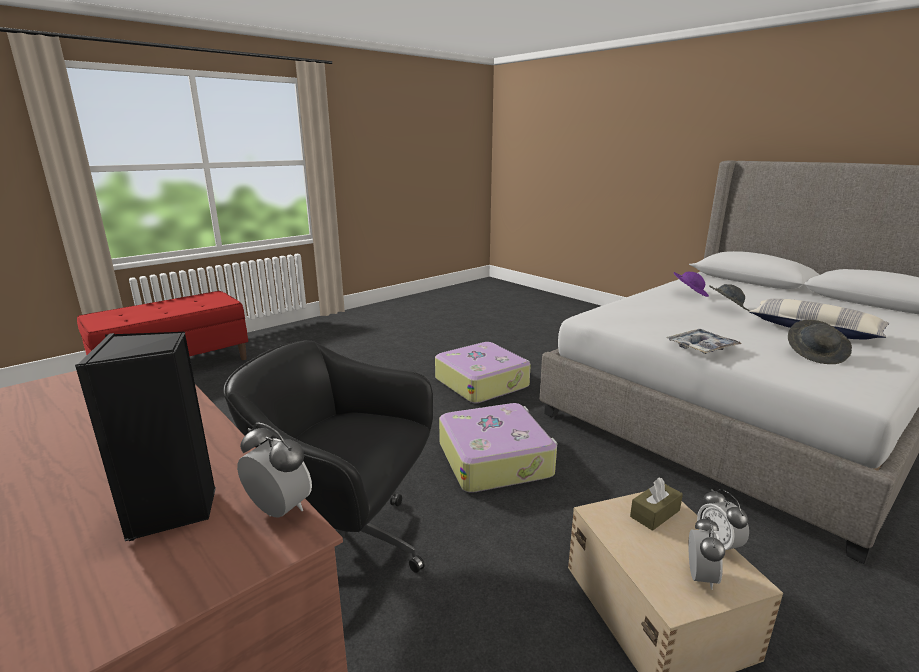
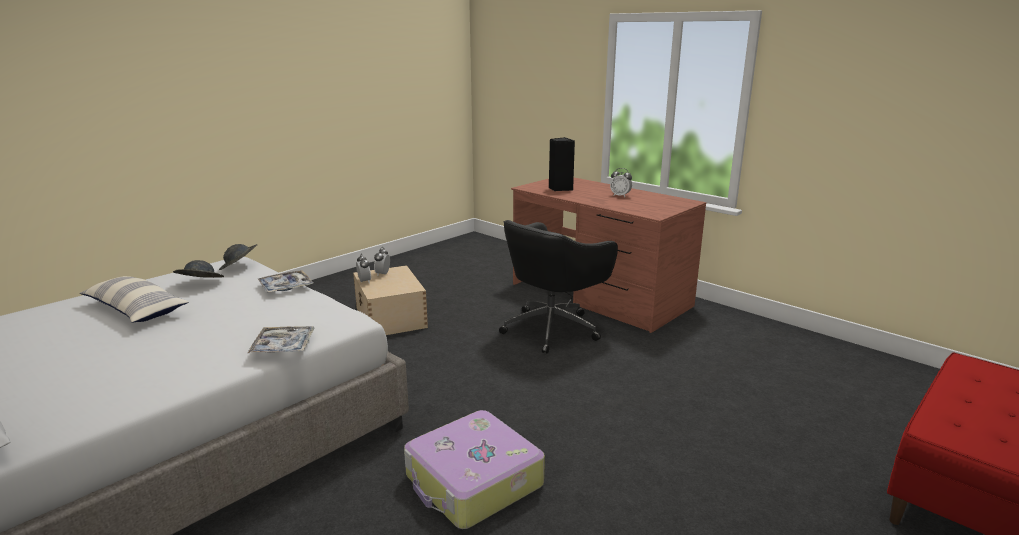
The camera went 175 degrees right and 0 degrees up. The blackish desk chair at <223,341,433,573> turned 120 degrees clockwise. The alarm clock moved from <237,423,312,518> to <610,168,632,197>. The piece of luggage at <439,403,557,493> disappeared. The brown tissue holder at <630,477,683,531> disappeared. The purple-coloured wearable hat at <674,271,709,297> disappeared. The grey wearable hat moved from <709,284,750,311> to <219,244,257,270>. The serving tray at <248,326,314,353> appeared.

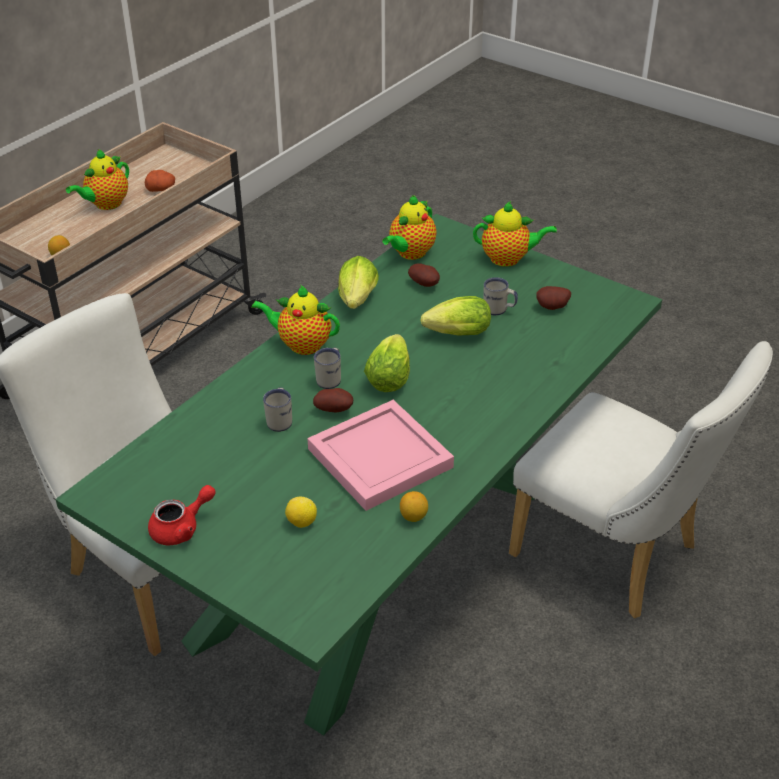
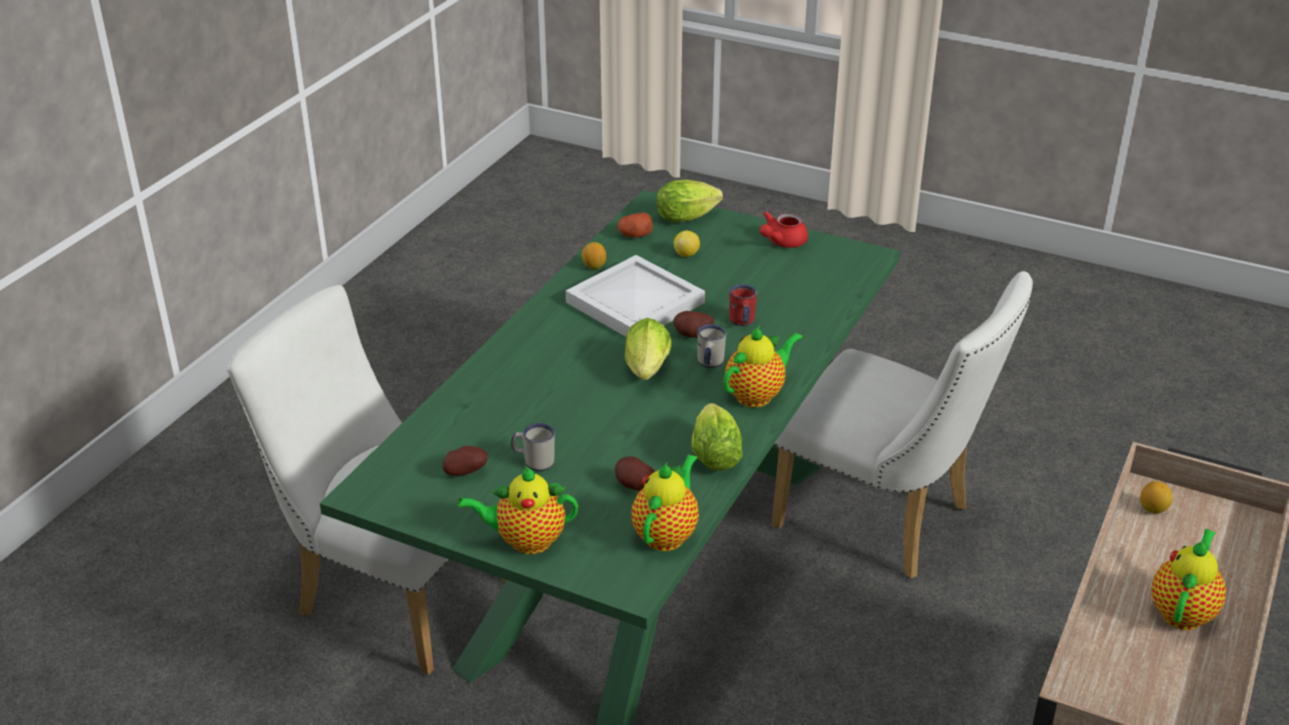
The camera went 170 degrees right and 5 degrees down. The spud moved from <145,170,175,192> to <617,213,653,238>. The tea pot at <251,285,340,355> turned 45 degrees counterclockwise. The white coffee mug at <263,388,292,432> became the reddish coffee mug at <729,284,757,326>. The pinkish serving tray at <307,400,454,511> became the white serving tray at <566,255,705,337>. The head of lettuce moved from <420,296,491,335> to <656,180,723,222>.

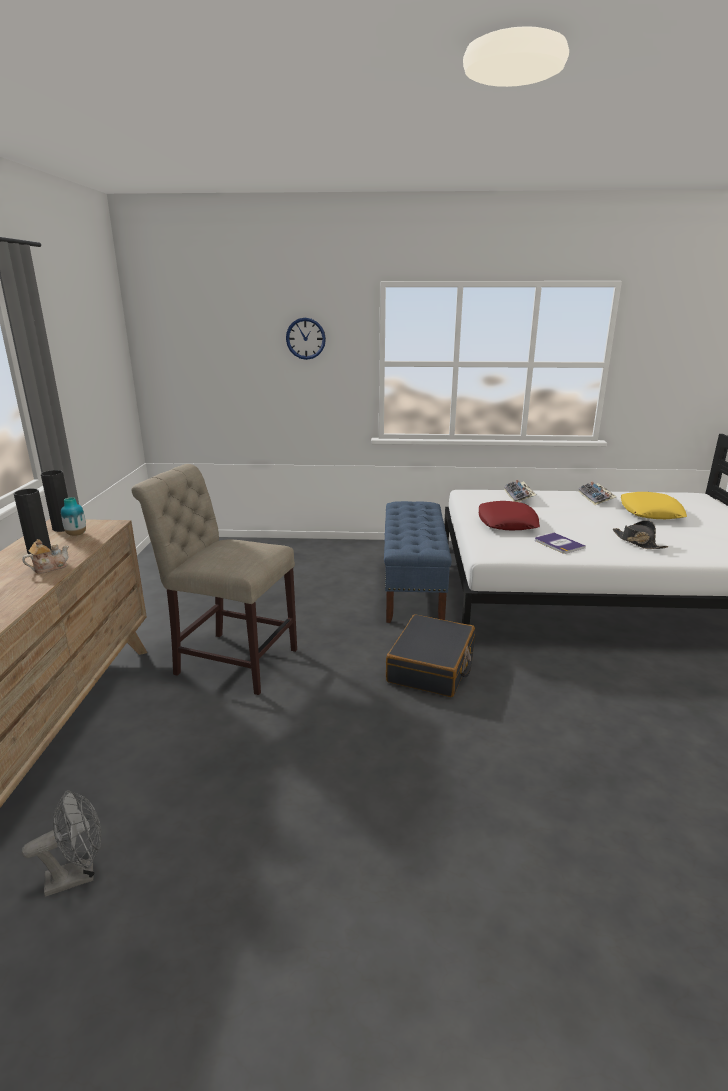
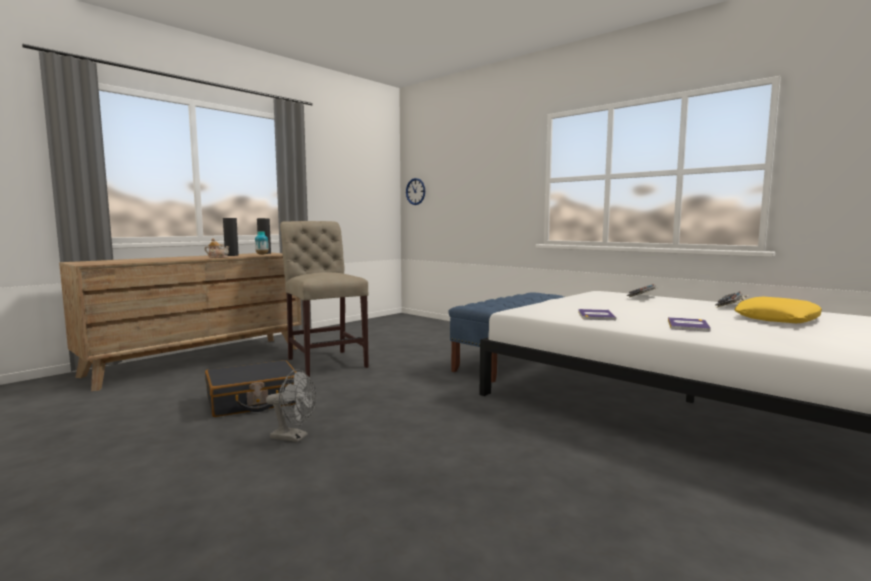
The camera went 40 degrees right and 15 degrees down. The grey fan moved from <22,790,101,897> to <266,369,317,442>. The clock on the wall moved from <286,318,326,360> to <406,178,425,205>. The blackish piece of luggage moved from <386,614,475,697> to <205,360,296,417>. The reddish throw pillow at <479,501,540,530> disappeared. The blackish wearable hat at <612,521,668,549> was replaced by the volume at <668,317,711,332>.

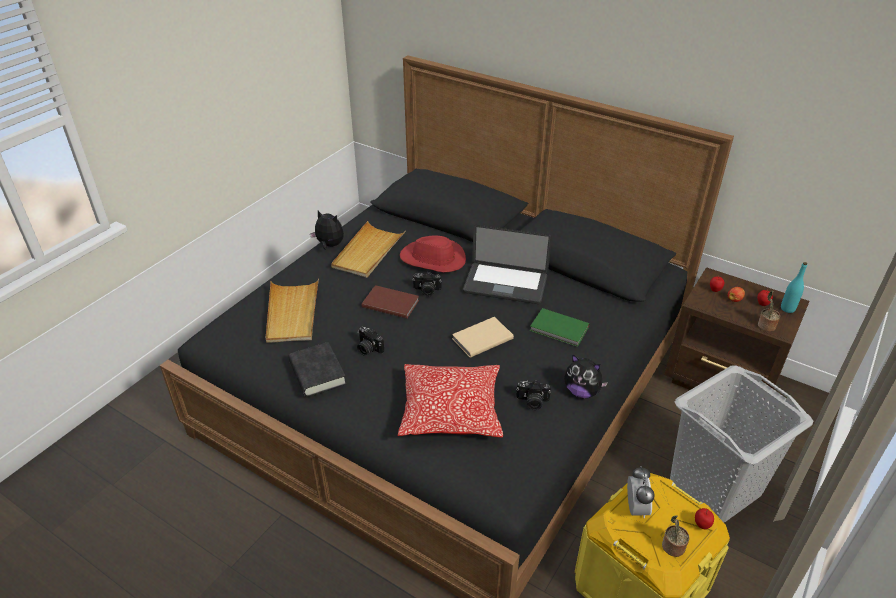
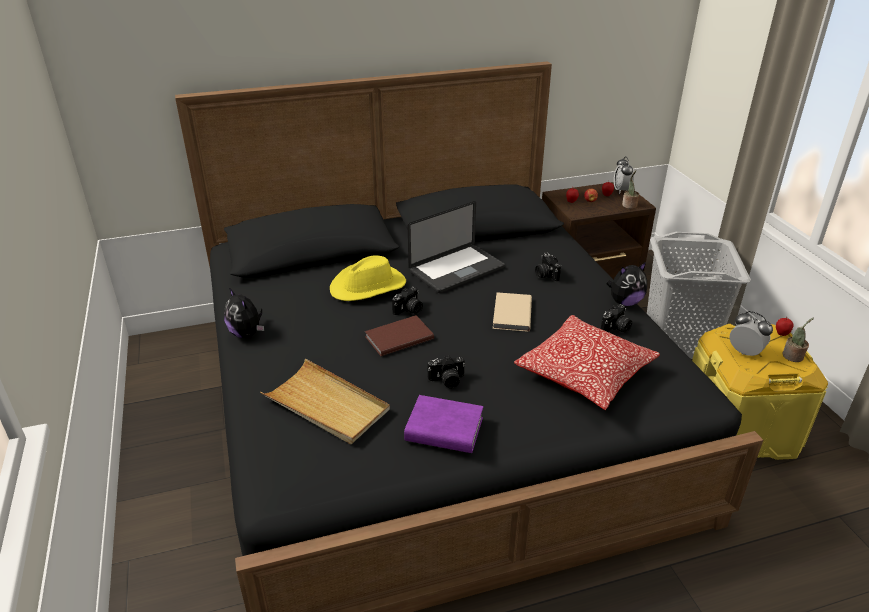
The camera went 50 degrees left and 5 degrees down. The blackish volume at <288,342,347,397> became the purple-coloured volume at <404,395,483,453>. The soft toy at <310,211,344,250> turned 105 degrees counterclockwise. The sand-coloured serving tray at <331,221,405,278> disappeared. The reddish wearable hat at <400,236,466,273> became the yellowish wearable hat at <330,255,406,301>. The green volume at <530,308,590,347> was replaced by the photo camera at <535,252,561,281>. The turquoise bottle at <781,262,807,313> was replaced by the alarm clock at <614,157,634,194>.

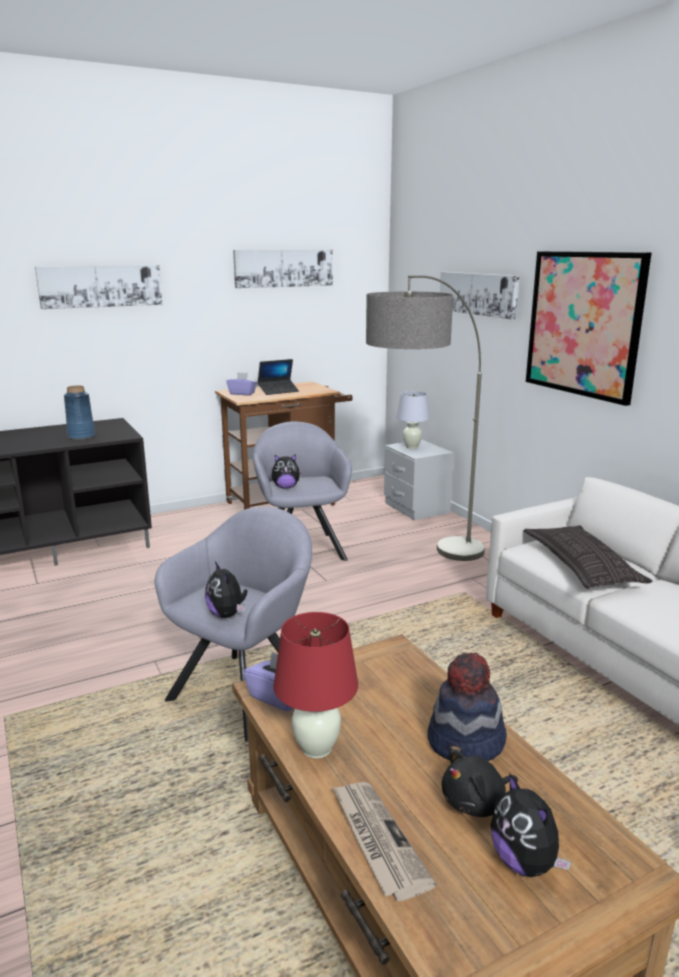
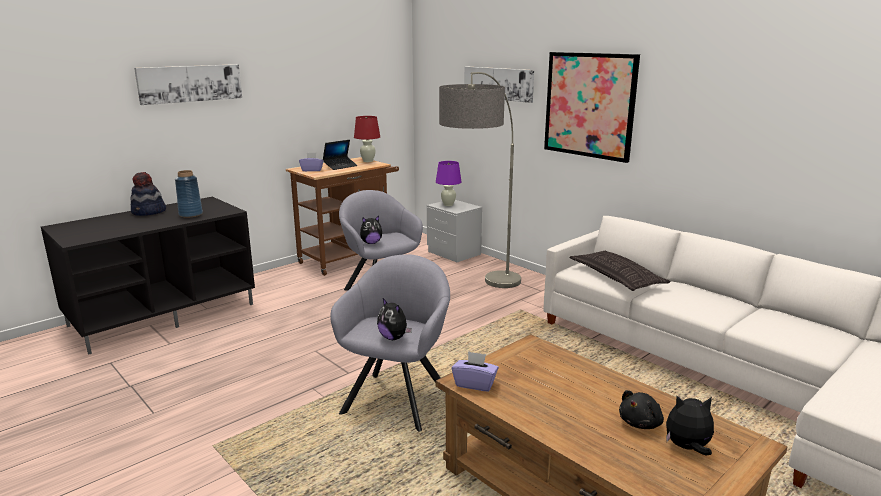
The camera went 15 degrees left and 0 degrees up. The wall picture at <233,250,333,288> disappeared. The reddish tabletop lamp moved from <273,612,358,759> to <354,116,380,162>. The newspaper at <333,782,436,901> disappeared. The white tabletop lamp at <397,391,430,449> became the purple-coloured tabletop lamp at <436,161,461,206>. The wearable hat moved from <427,653,507,761> to <131,172,166,216>. The soft toy at <491,773,571,877> turned 135 degrees clockwise.

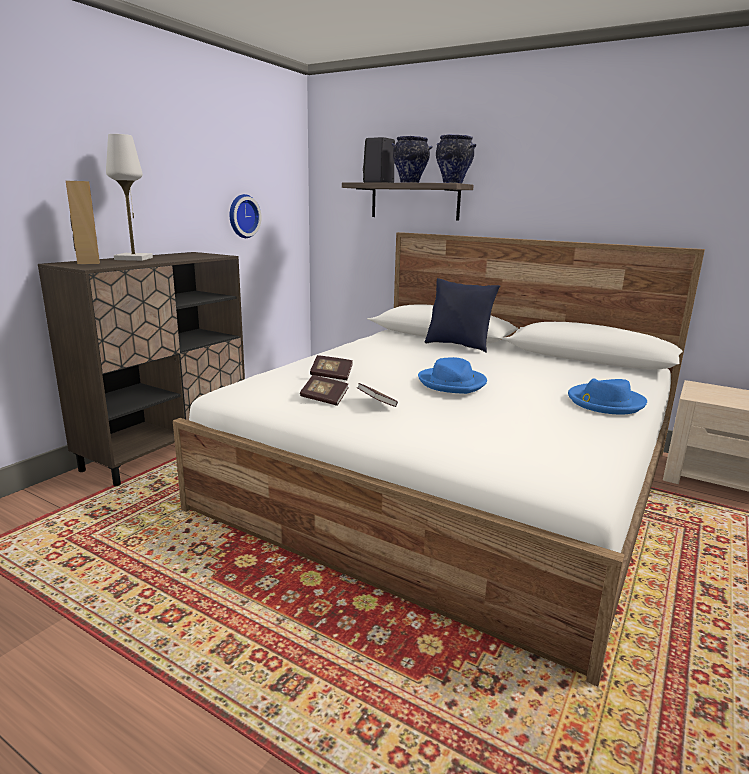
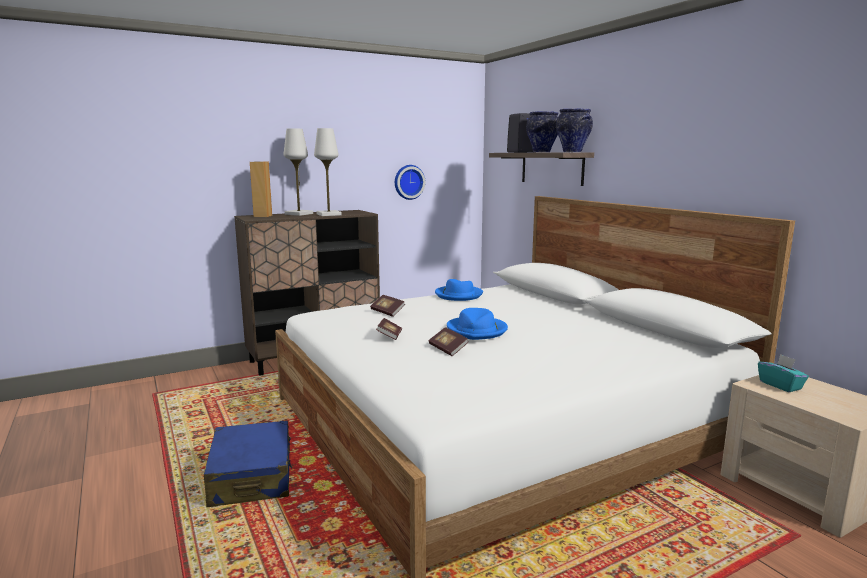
The camera went 30 degrees right and 5 degrees down. The volume moved from <300,375,349,406> to <429,327,468,356>. The blue throw pillow at <425,278,500,352> disappeared. The blue wearable hat moved from <568,378,647,415> to <435,279,483,301>. The blue piece of luggage at <204,420,292,507> appeared. The white tabletop lamp at <314,128,342,216> appeared. The turquoise tissue holder at <758,354,809,392> appeared.

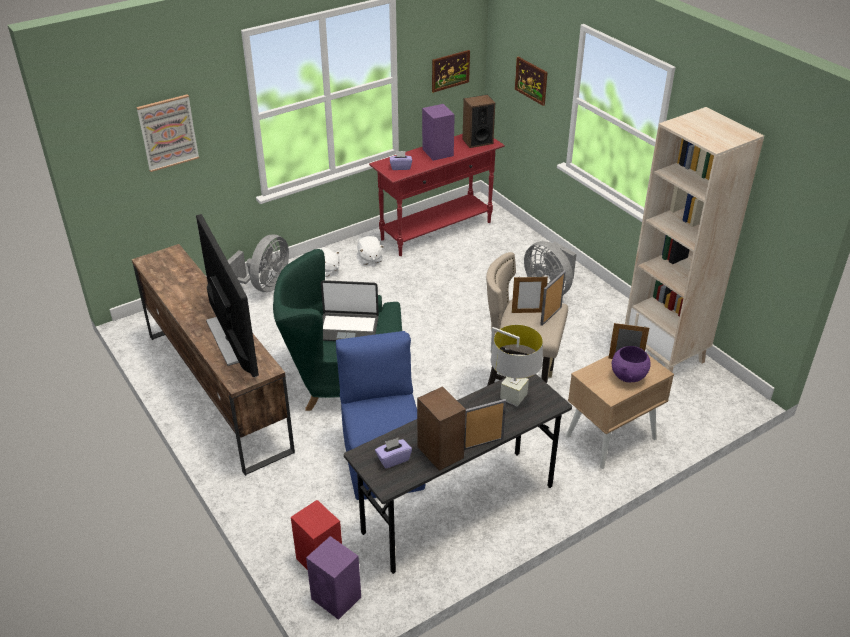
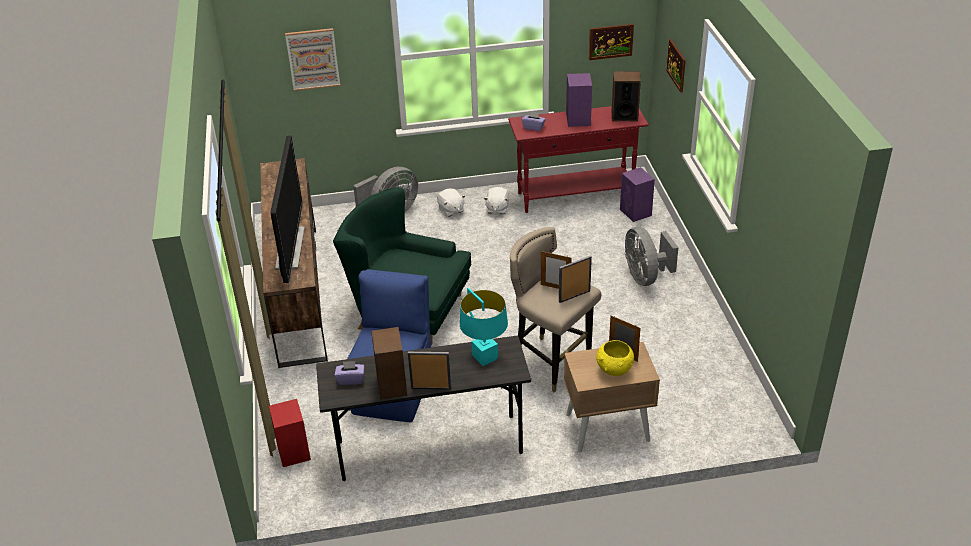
The camera went 25 degrees right and 0 degrees up. The purple-coloured speaker moved from <306,536,361,620> to <620,167,655,222>. The portable computer at <321,280,379,341> disappeared. The grey tabletop lamp at <491,325,543,406> became the turquoise tabletop lamp at <460,287,508,366>. The purple-coloured serving bowl at <612,346,651,382> became the yellowish serving bowl at <596,340,634,376>. The sand-coloured shelving unit at <625,107,764,372> disappeared.

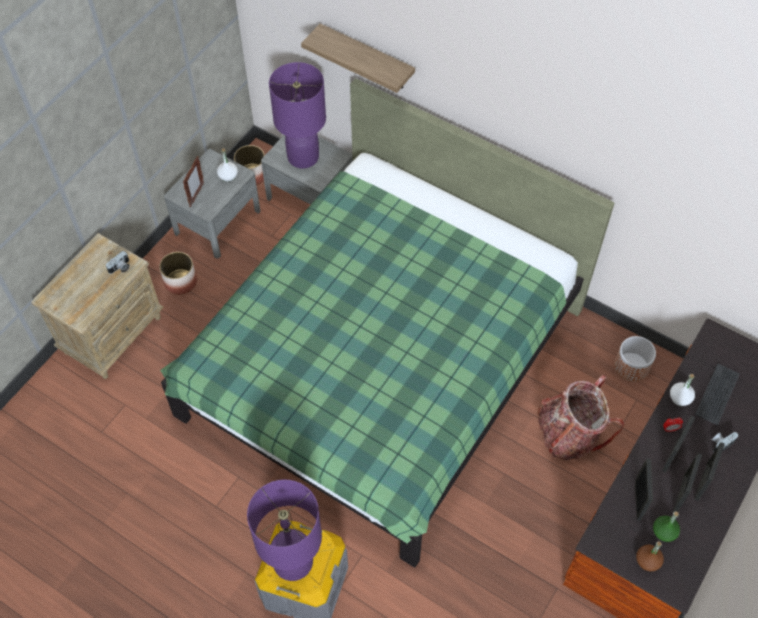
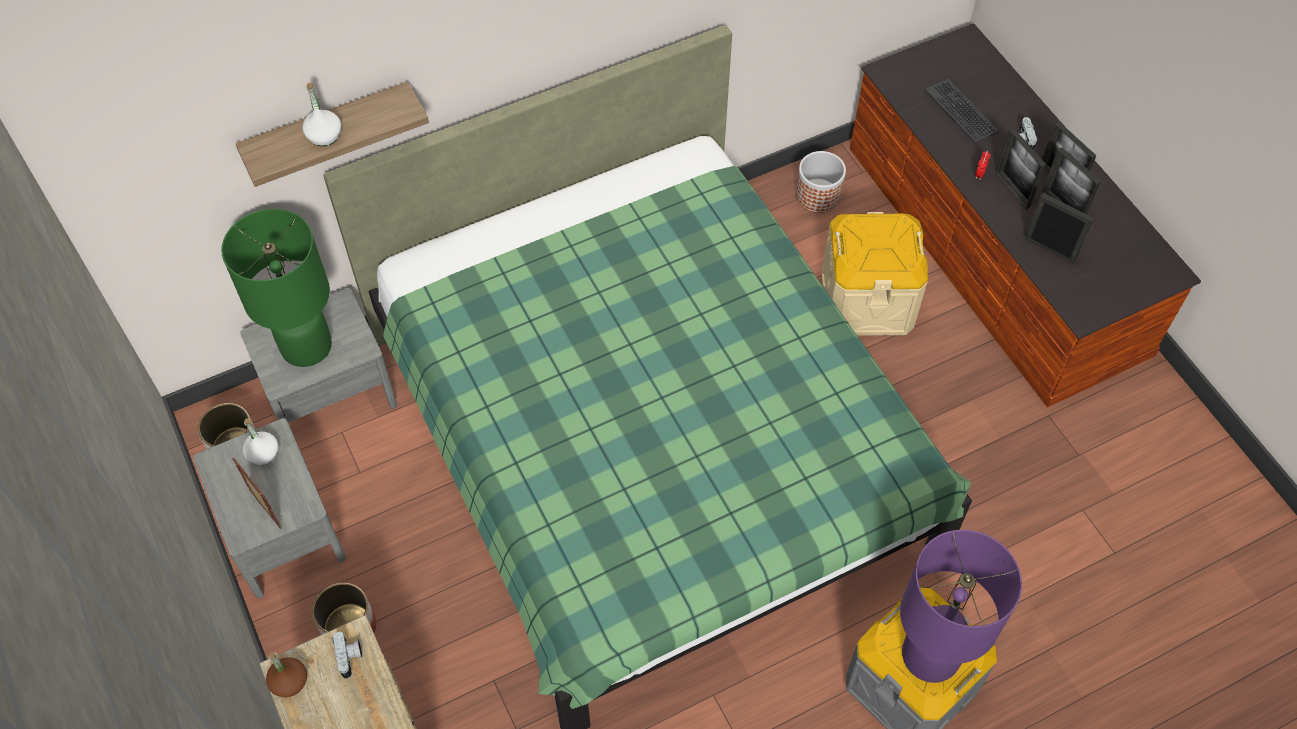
The camera went 60 degrees left and 0 degrees up. The purple-coloured tabletop lamp at <269,62,326,168> became the green tabletop lamp at <221,209,332,367>. The knapsack at <538,375,624,460> was replaced by the sand-coloured storage bin at <821,212,928,336>. The brown bottle moved from <636,541,664,571> to <266,652,307,697>. The green bottle at <653,512,680,542> disappeared. The white bottle moved from <670,374,695,406> to <302,83,341,146>.

